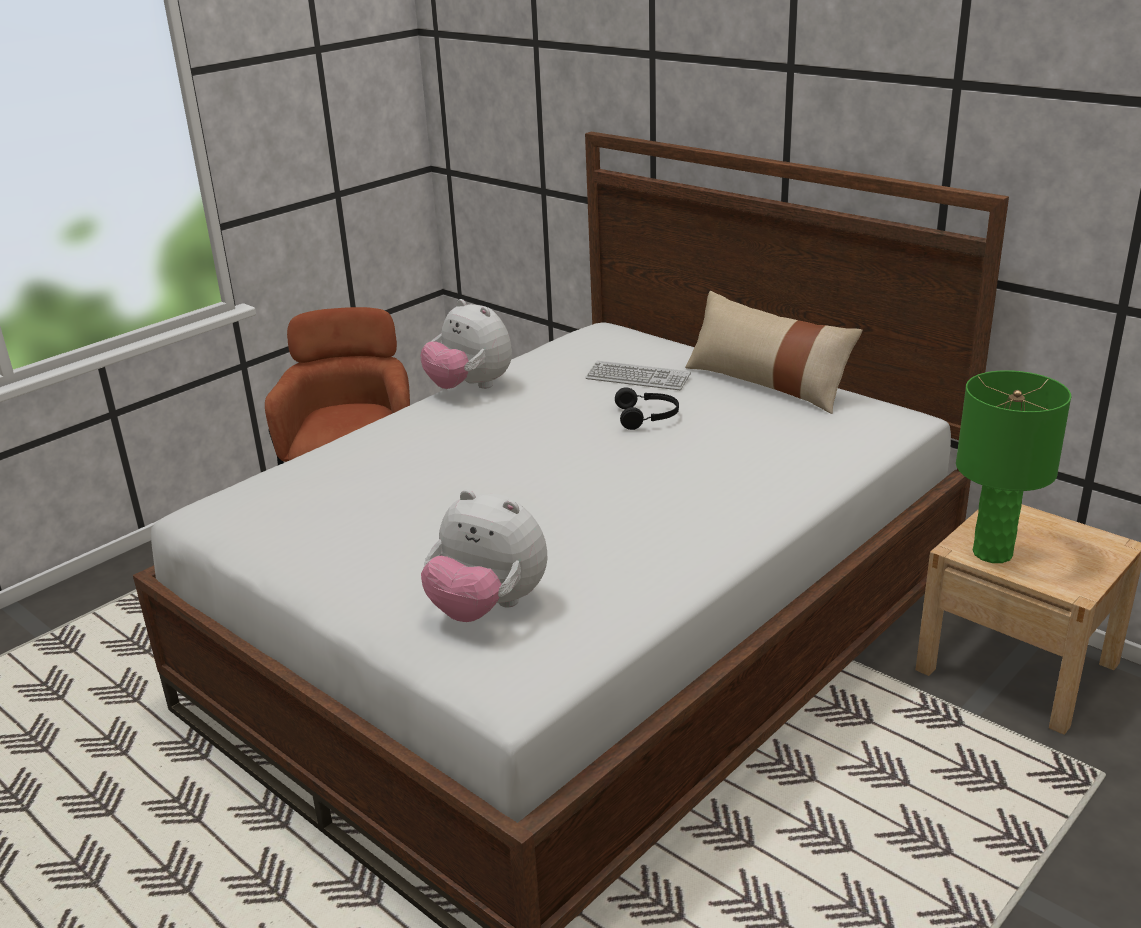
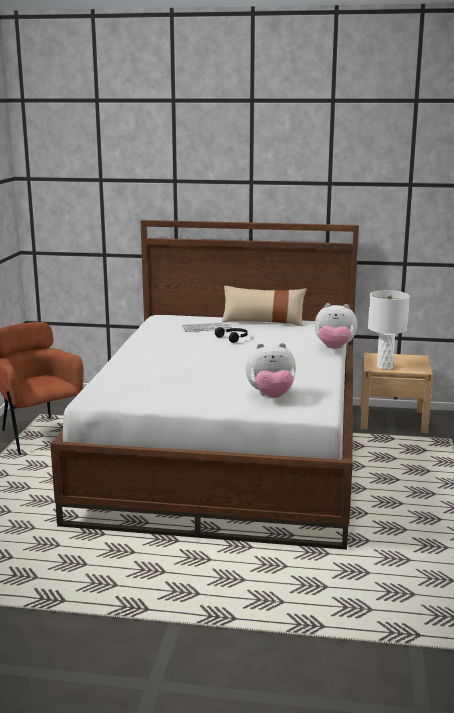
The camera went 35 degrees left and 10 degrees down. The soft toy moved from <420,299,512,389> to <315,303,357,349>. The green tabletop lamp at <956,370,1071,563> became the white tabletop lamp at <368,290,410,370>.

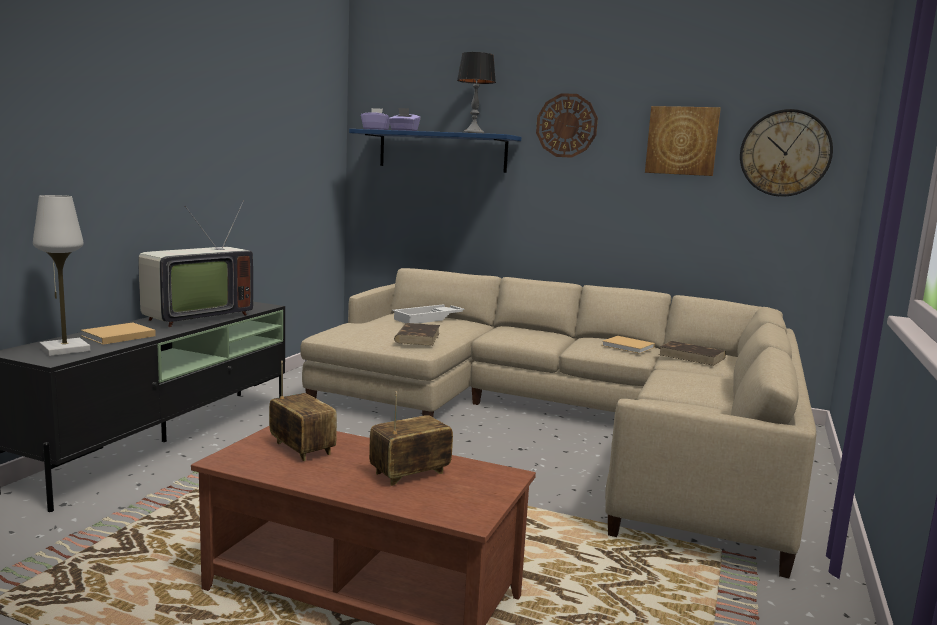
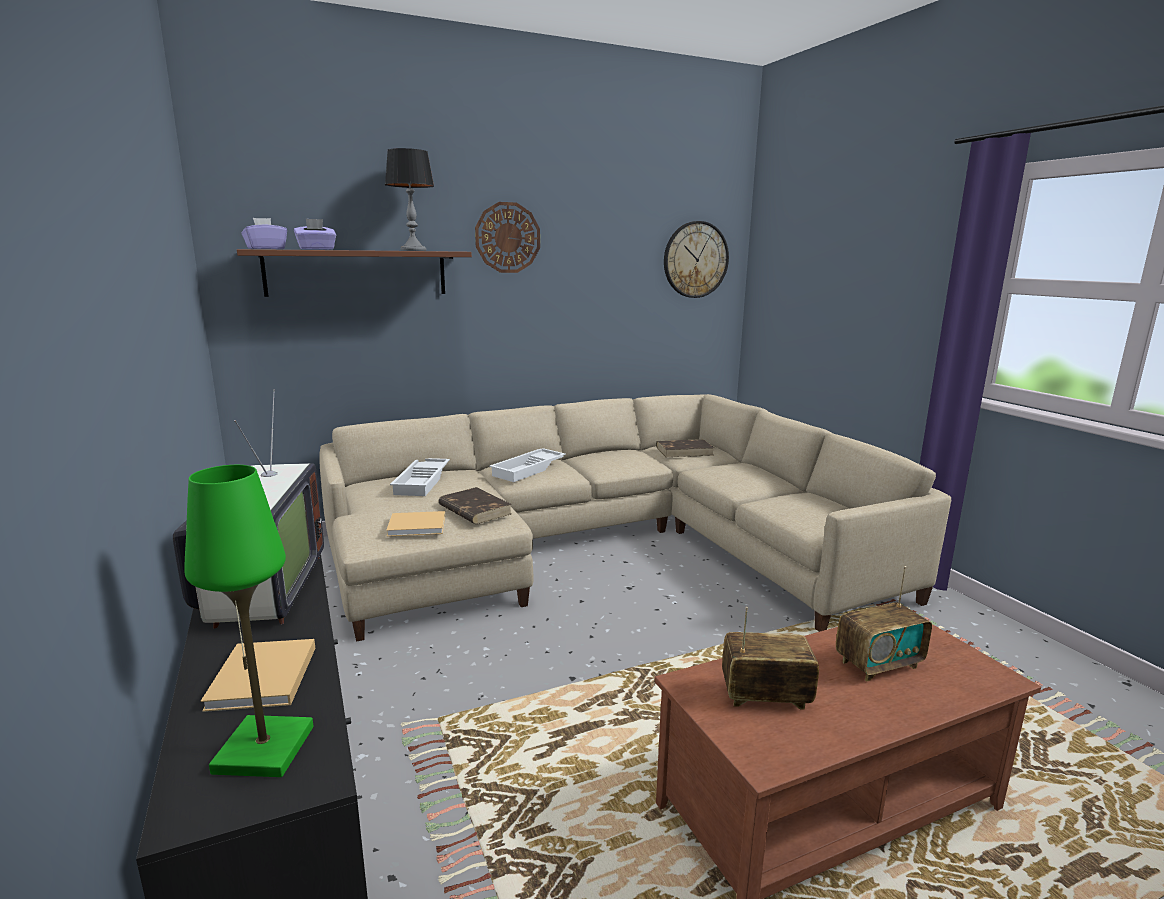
The camera went 45 degrees left and 5 degrees up. The white tabletop lamp at <33,195,90,356> became the green tabletop lamp at <185,465,313,777>. The blue shelf at <349,129,521,173> became the brown shelf at <237,249,472,297>. The radio at <369,392,453,486> turned 120 degrees counterclockwise. The sand-coloured volume moved from <602,336,655,354> to <386,511,445,536>. The wall picture at <645,106,721,176> disappeared. The white serving tray at <489,448,566,482> appeared.

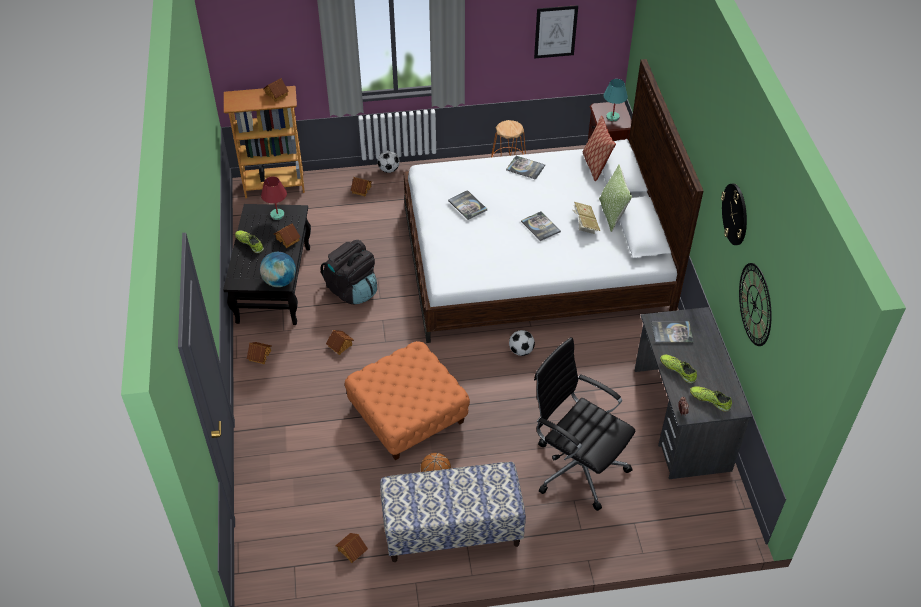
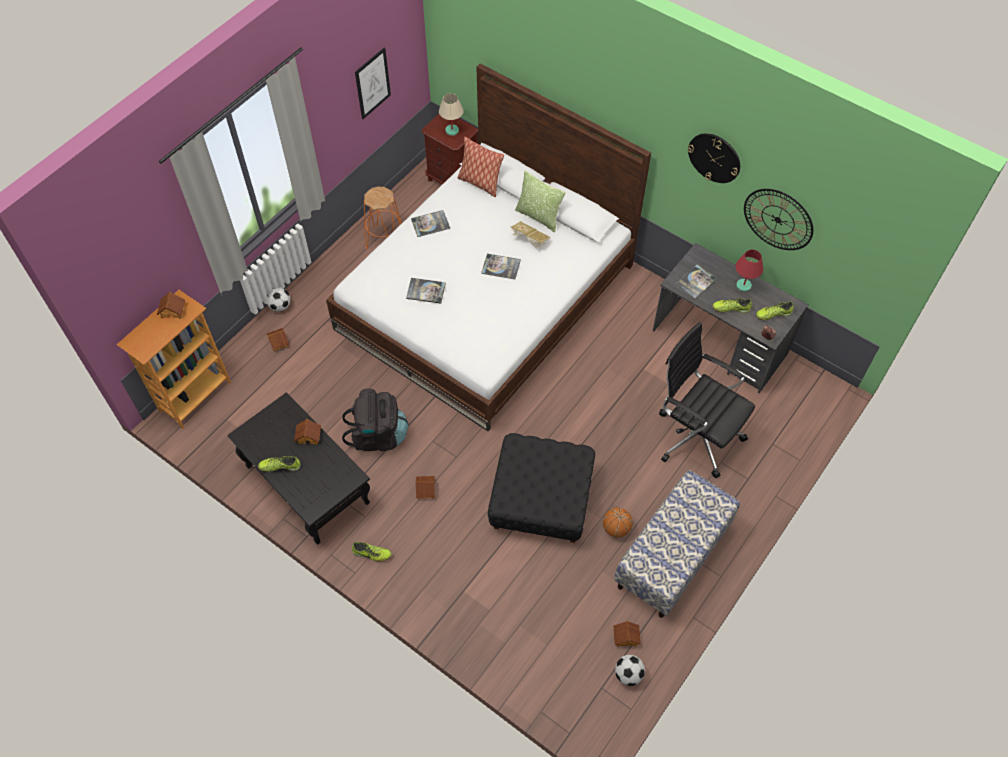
The camera went 45 degrees left and 10 degrees up. The miniature house at <247,342,272,364> was replaced by the low shoe at <352,542,392,562>. The world globe at <260,252,296,287> disappeared. The reddish tabletop lamp moved from <261,177,287,220> to <736,250,763,292>. The orange pouffe at <345,341,470,460> became the blackish pouffe at <488,433,595,543>. The football moved from <509,330,535,356> to <615,655,645,686>. The blackish desk chair at <534,337,635,511> turned 45 degrees clockwise. The turquoise tabletop lamp at <604,79,628,122> became the sand-coloured tabletop lamp at <439,93,464,136>.

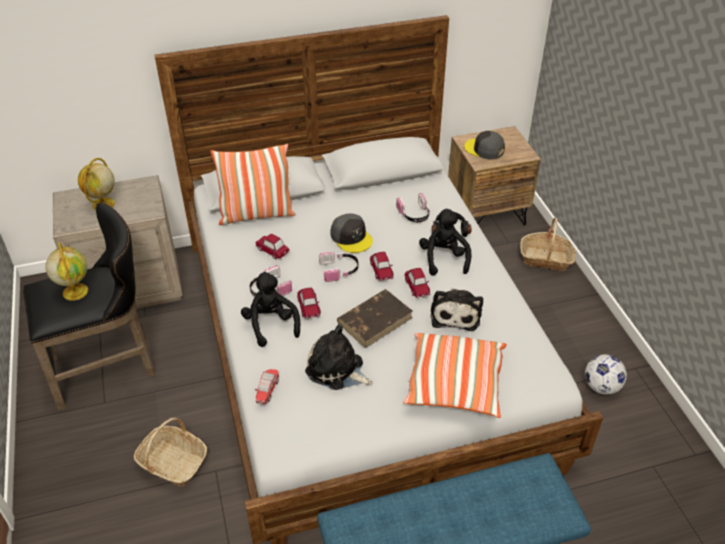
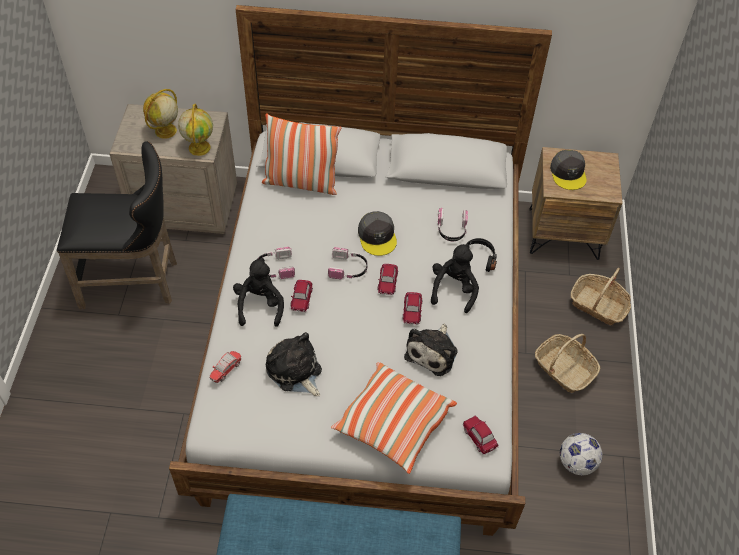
The camera went 20 degrees right and 10 degrees up. The world globe moved from <46,243,88,301> to <178,104,213,156>. The household basket moved from <134,418,207,486> to <535,334,600,393>. The model car moved from <256,234,290,260> to <463,416,499,455>. The brown volume at <337,289,413,348> disappeared. The grey baseball cap at <464,131,505,160> turned 150 degrees counterclockwise.

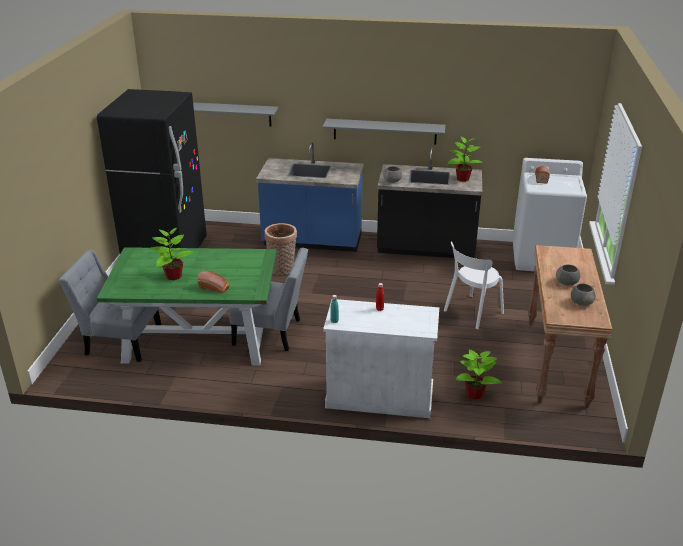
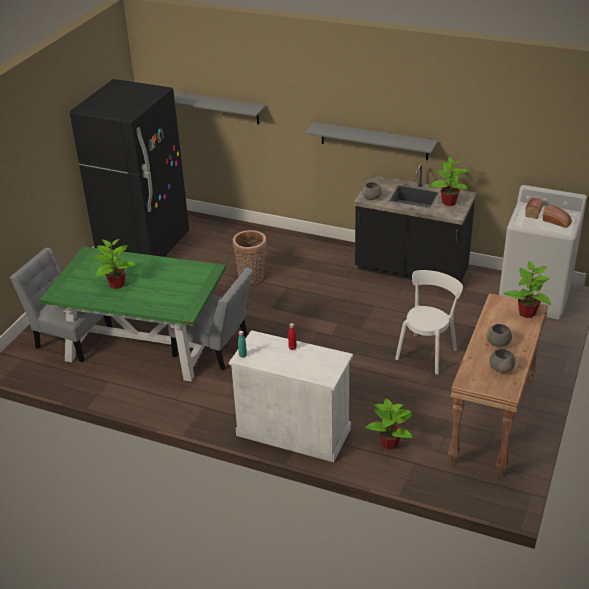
The camera went 15 degrees right and 5 degrees up. The baked bread moved from <197,271,229,293> to <543,205,572,228>. The blue kitchen counter at <256,142,363,252> disappeared. The white plain chair at <444,241,504,329> turned 150 degrees clockwise. The plant in a pot at <504,261,551,318> appeared.

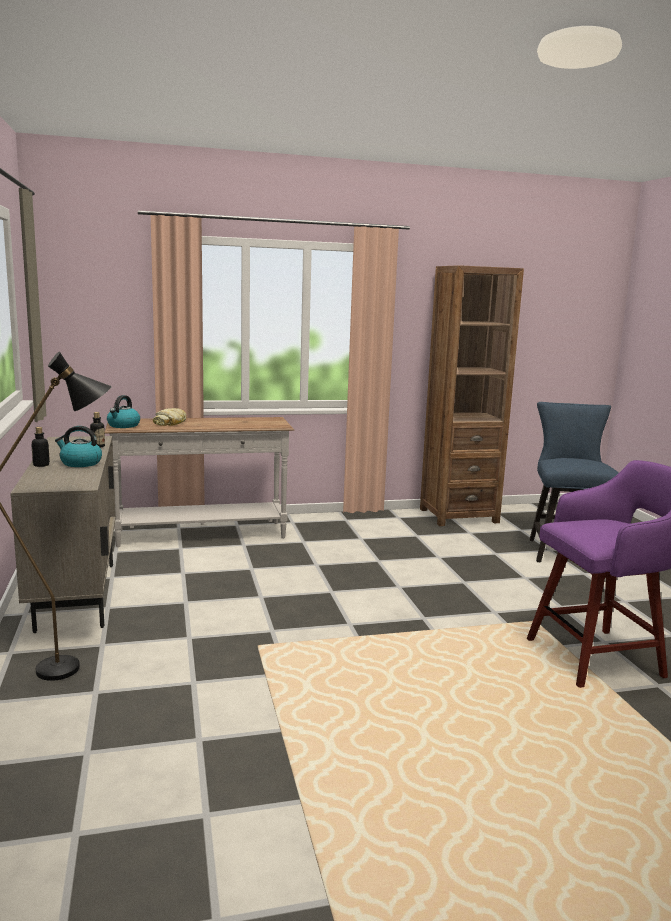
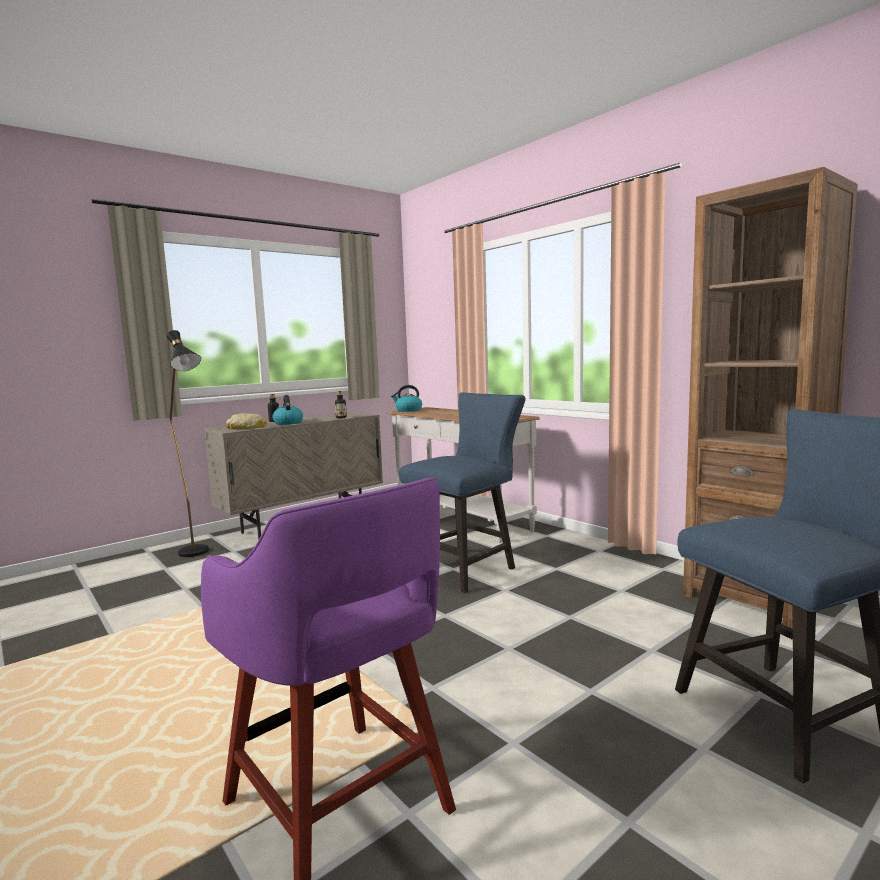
The camera went 65 degrees right and 5 degrees down. The baked bread moved from <153,408,186,426> to <226,413,267,429>. The blue plain chair at <399,392,525,593> appeared.

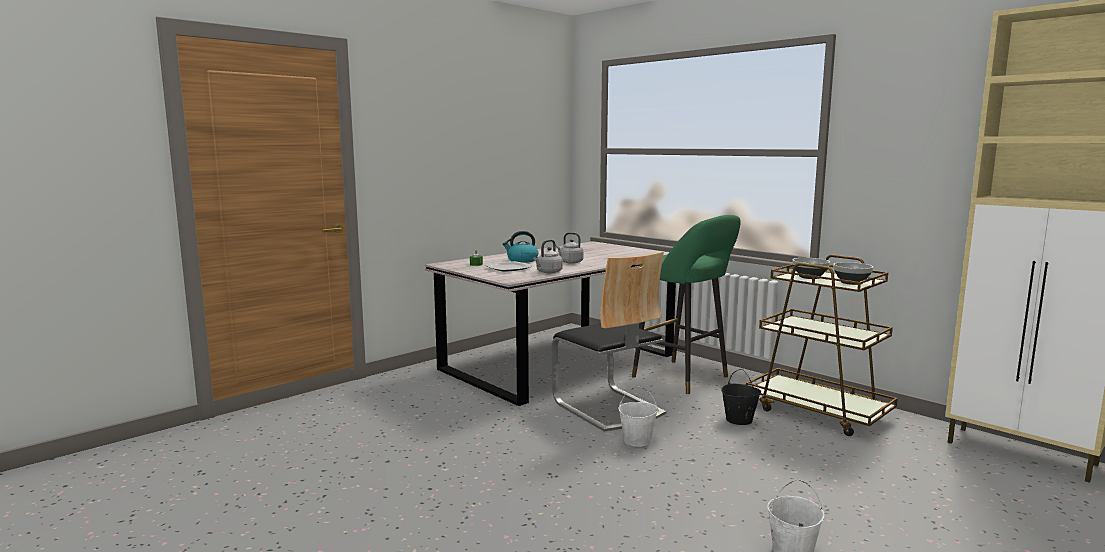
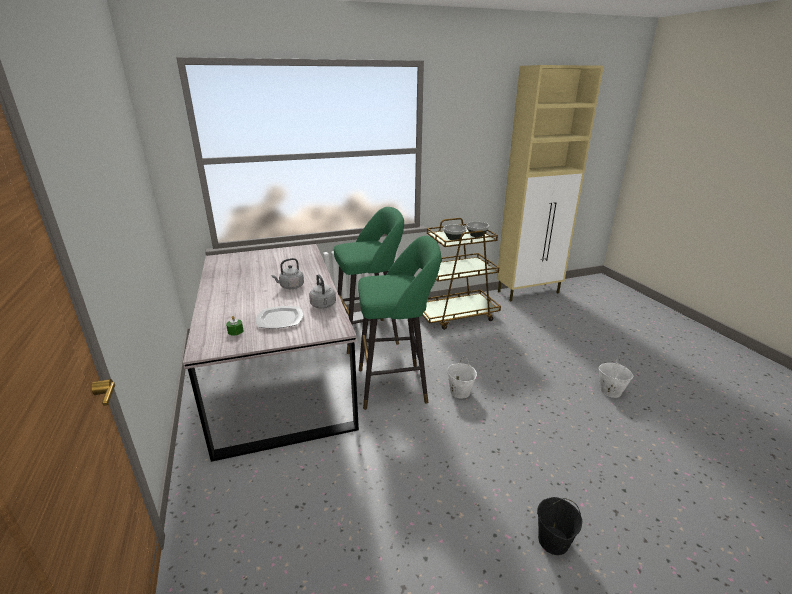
The camera went 65 degrees left and 15 degrees up. The tea kettle at <503,231,538,263> disappeared. The plain chair at <552,251,666,431> was replaced by the green stool seat at <358,236,441,410>. The blackish bucket moved from <721,369,761,425> to <537,497,582,555>.

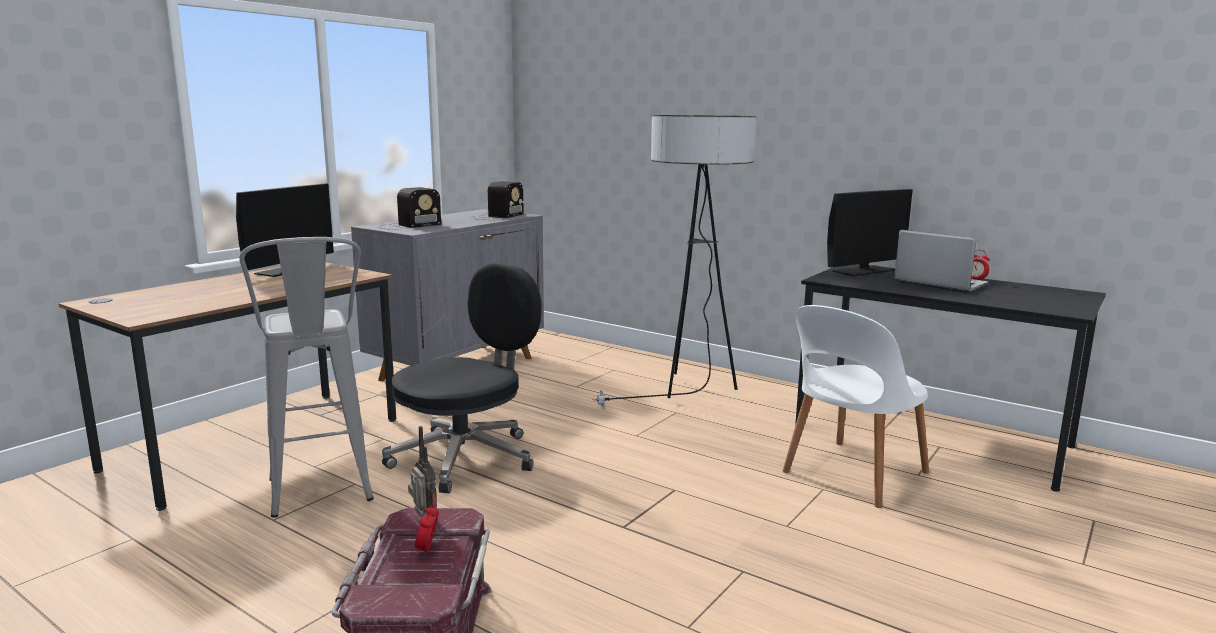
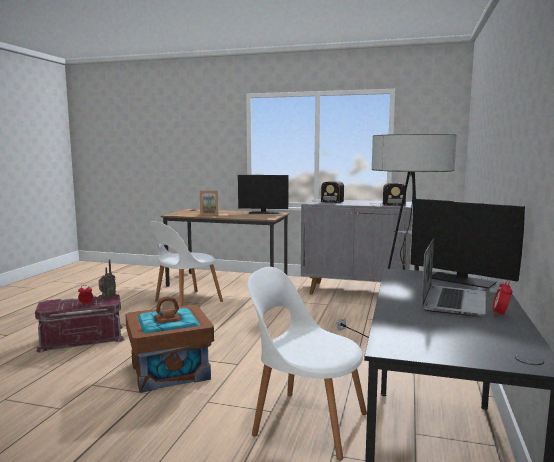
The camera went 70 degrees right and 5 degrees down. The grey stool seat at <239,237,374,518> was replaced by the white plain chair at <150,221,223,306>. The blackish desk chair at <382,263,542,493> disappeared. The brown storage bin at <125,296,214,393> appeared. The standing frame at <200,191,219,216> appeared.

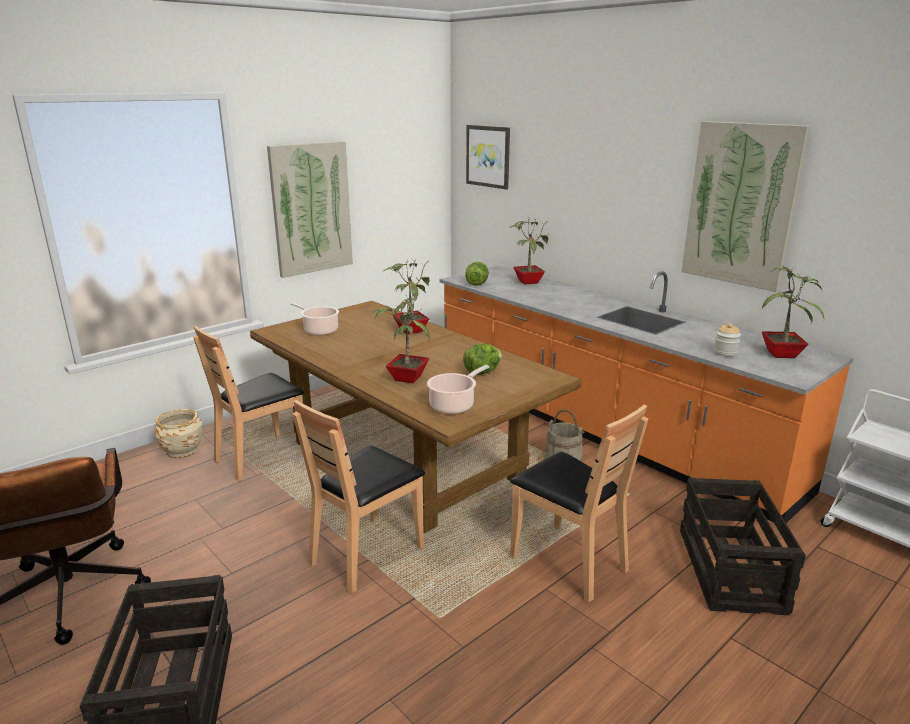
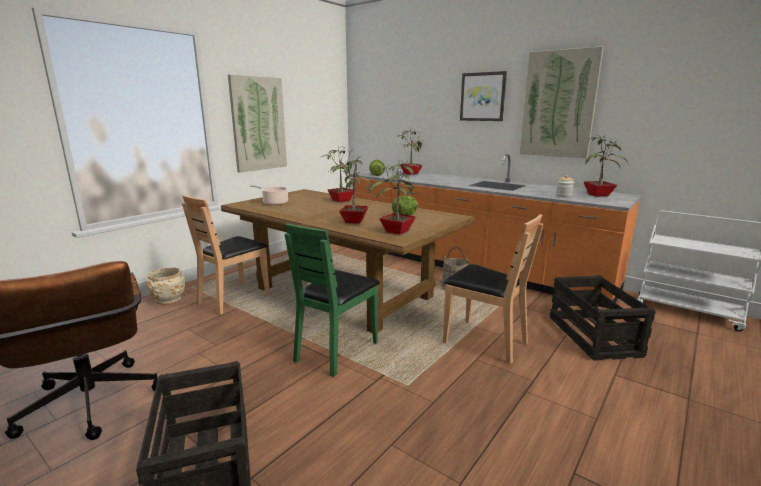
The camera went 10 degrees left and 5 degrees down. The brown plain chair at <292,400,425,593> became the green plain chair at <284,223,380,377>. The cooking pot at <427,365,489,414> was replaced by the plant in a pot at <368,159,419,234>. The wall picture moved from <466,125,510,190> to <460,71,507,121>.

